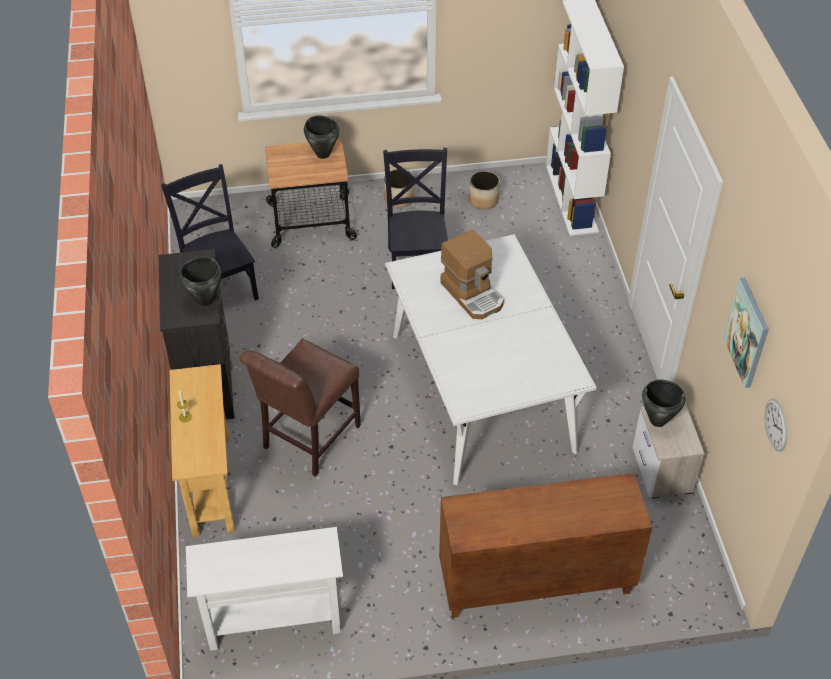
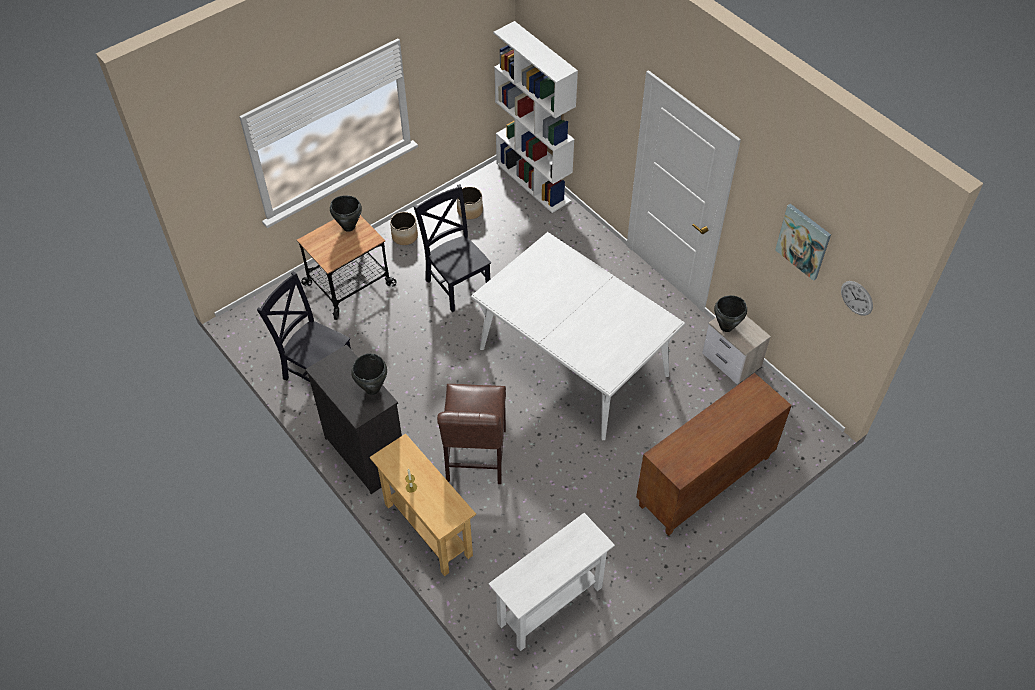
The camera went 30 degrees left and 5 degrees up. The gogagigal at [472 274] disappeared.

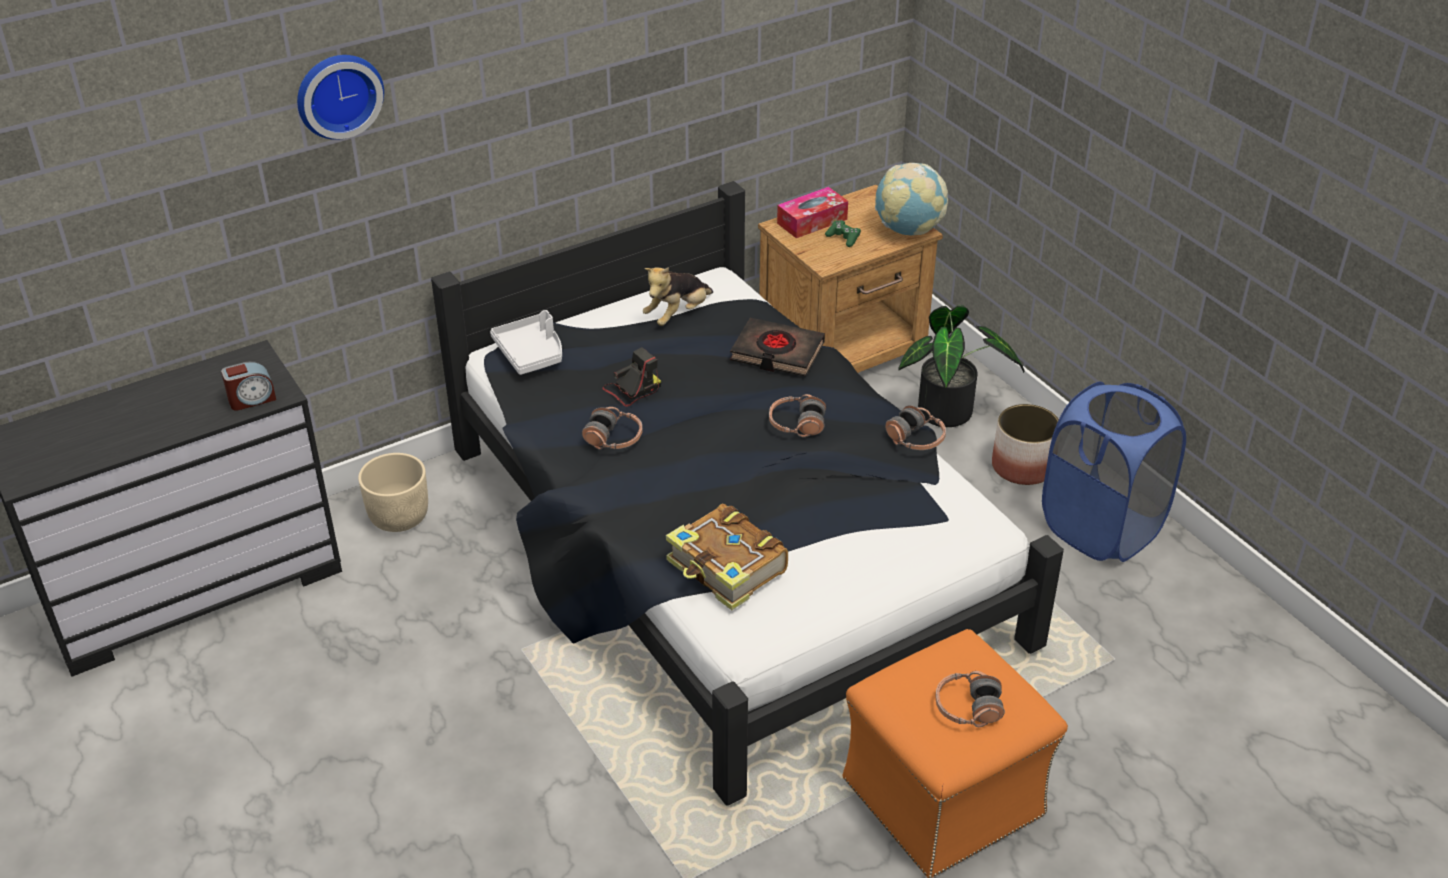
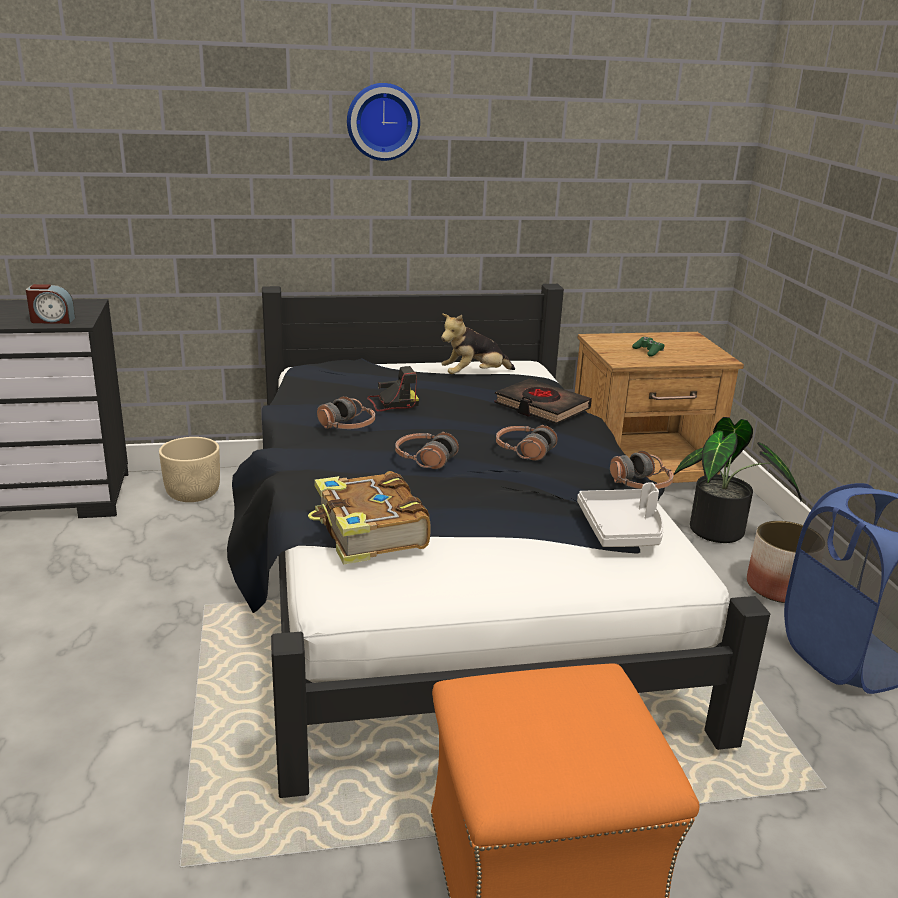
The camera went 20 degrees right and 15 degrees down. The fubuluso moved from [340 97] to [383 122]. The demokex at [911 199] disappeared. The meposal at [812 212] disappeared. The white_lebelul moved from [526 342] to [620 514]. The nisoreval moved from [970 699] to [427 450].

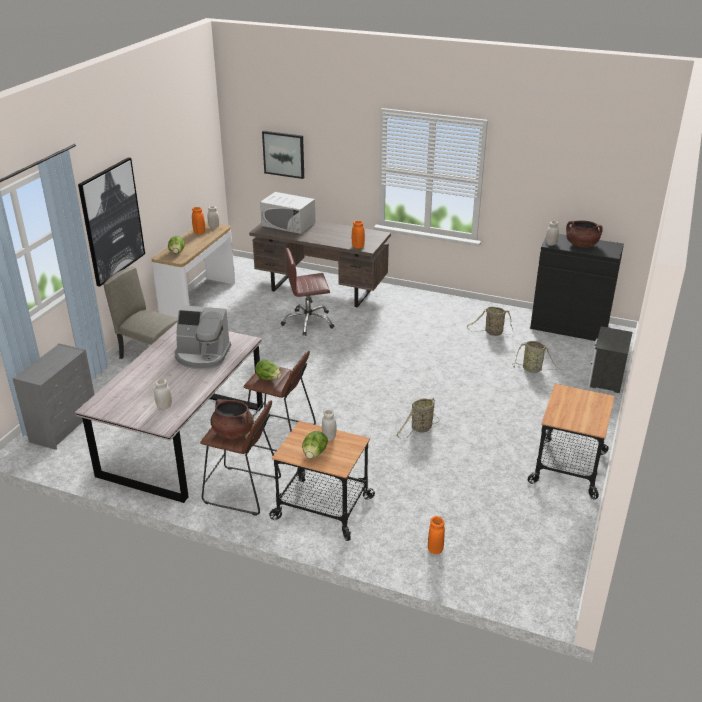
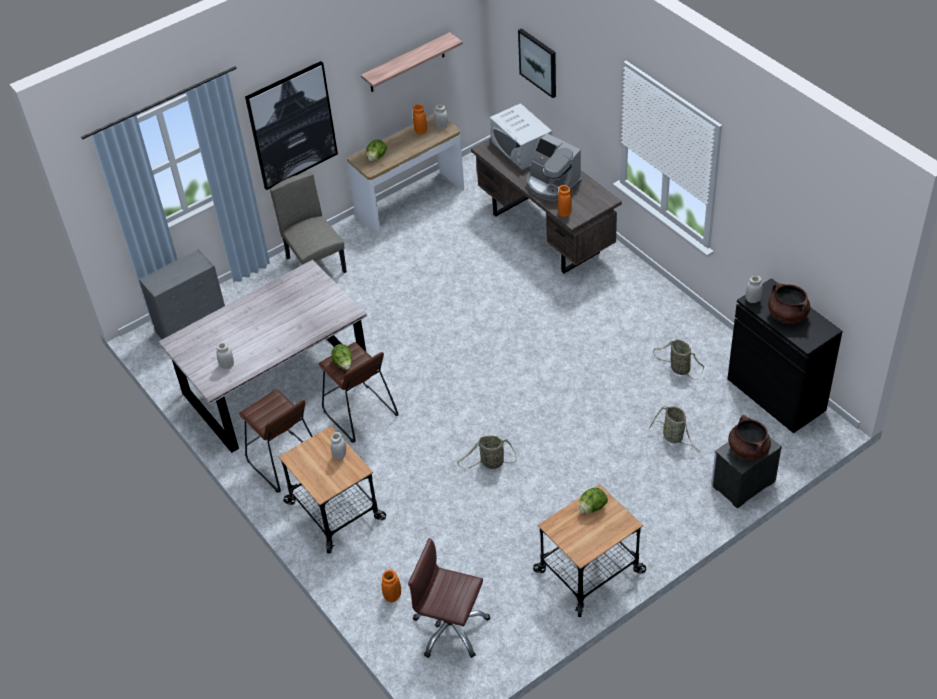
The camera went 35 degrees right and 15 degrees up. The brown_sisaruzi moved from [307 292] to [449 598]. The gogagigal moved from [203 337] to [554 167]. The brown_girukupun moved from [232 419] to [749 437]. The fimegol moved from [315 445] to [593 501]. The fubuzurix at [412 62] appeared.

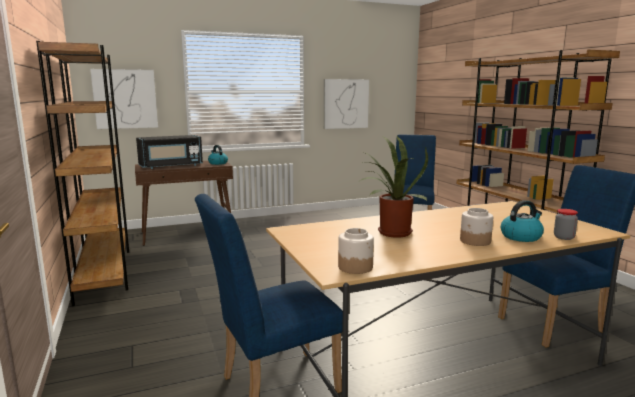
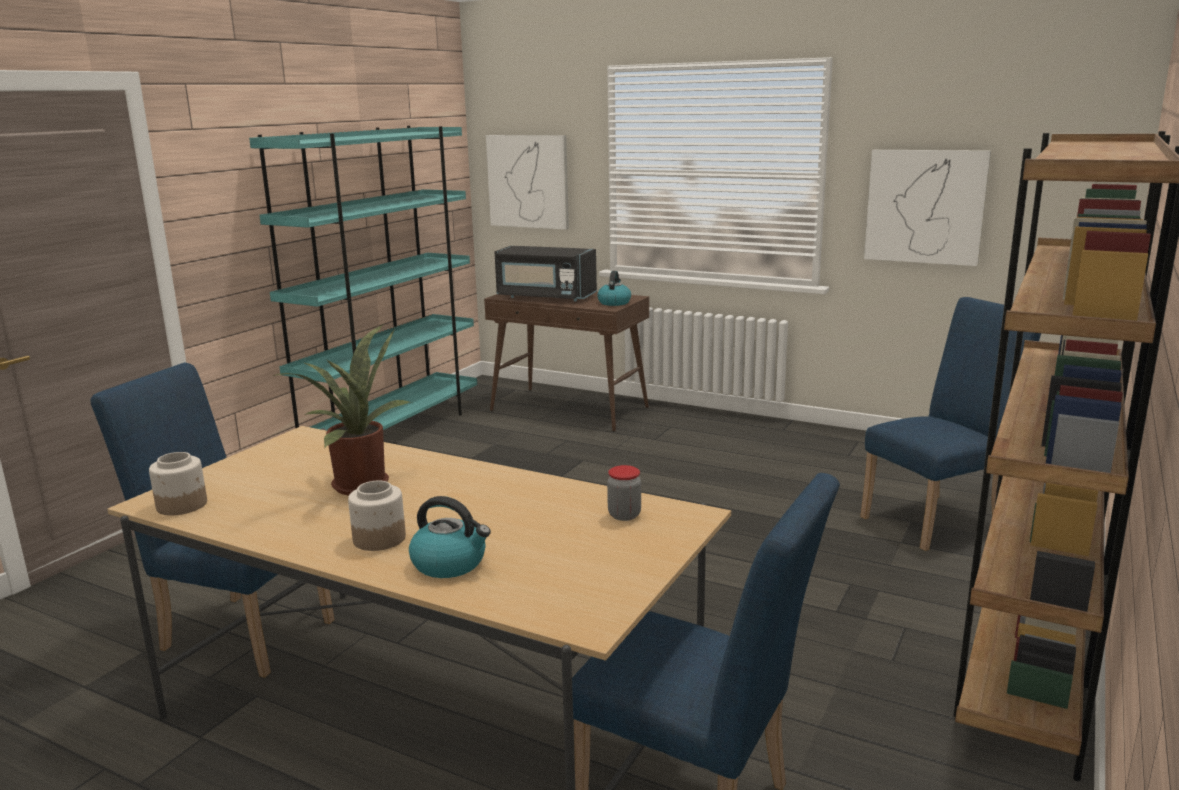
The camera went 50 degrees right and 5 degrees up. The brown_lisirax at [82 173] became the turquoise_lisirax at [363 278]. The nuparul moved from [566 224] to [624 493].

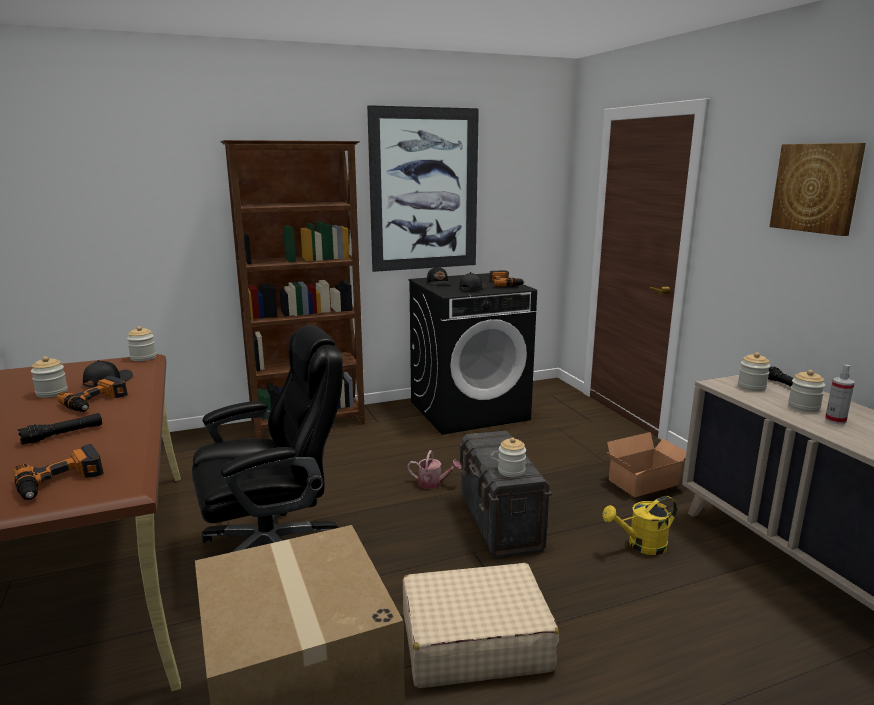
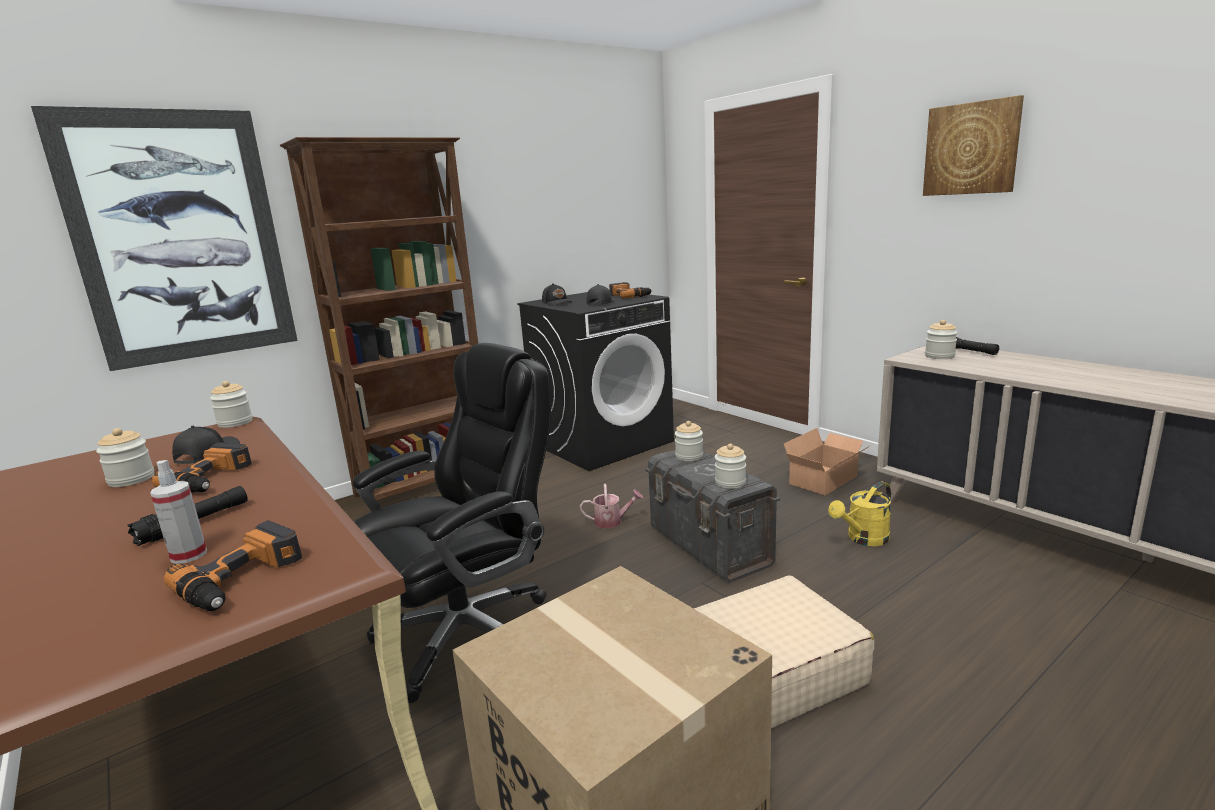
The camera went 15 degrees left and 0 degrees up. The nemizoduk moved from [423 188] to [164 238]. The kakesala moved from [840 394] to [178 512]. The nuparul moved from [806 391] to [689 441].

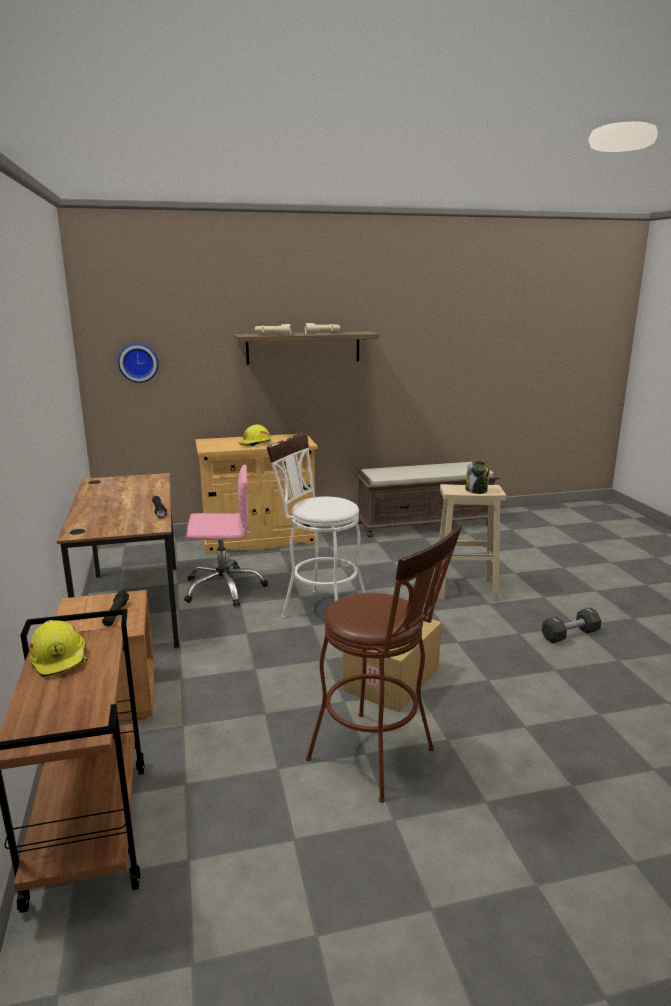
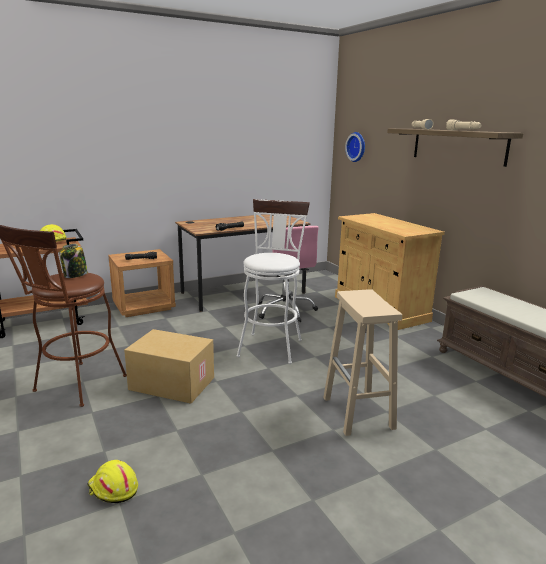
The camera went 75 degrees right and 0 degrees up. The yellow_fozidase moved from [255 435] to [112 481]. The nuparul moved from [477 477] to [73 261]. The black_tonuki at [572 625] disappeared.

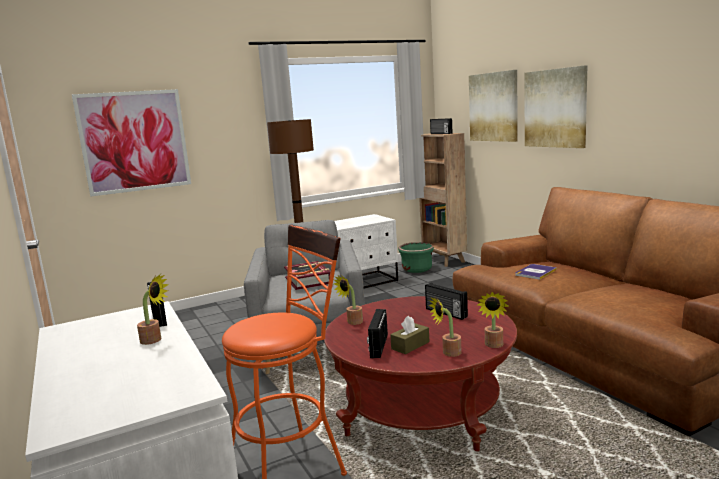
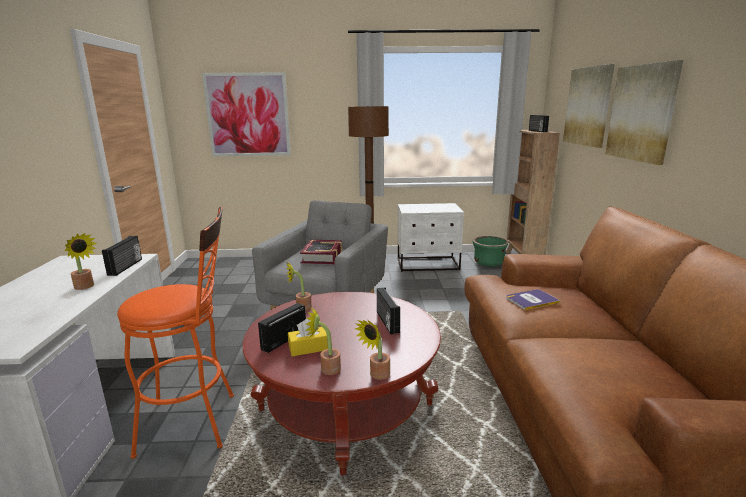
The camera went 25 degrees right and 5 degrees up. The brown_meposal at [409 335] became the yellow_meposal at [308 337].

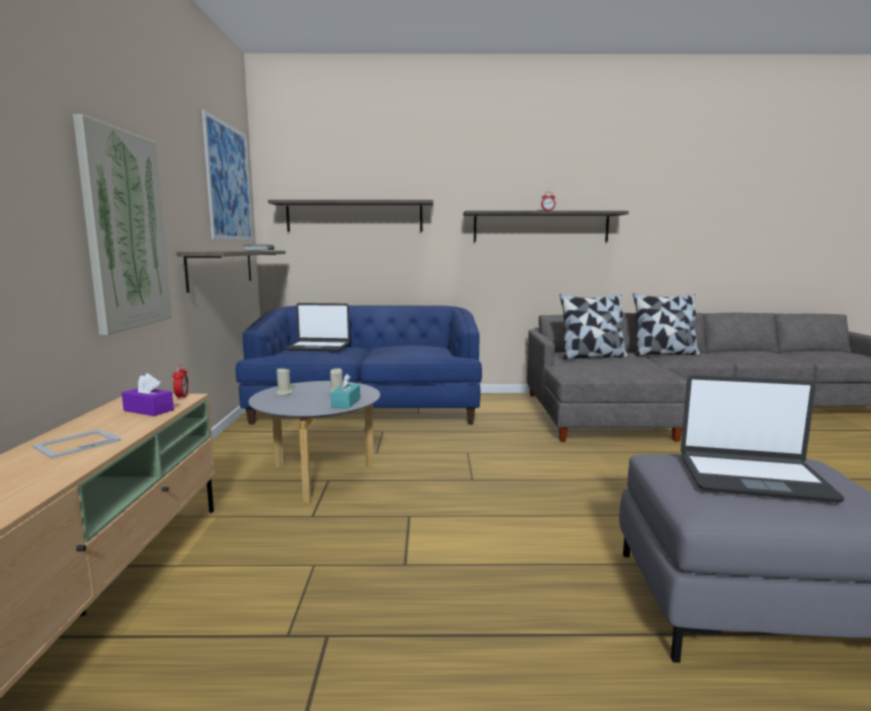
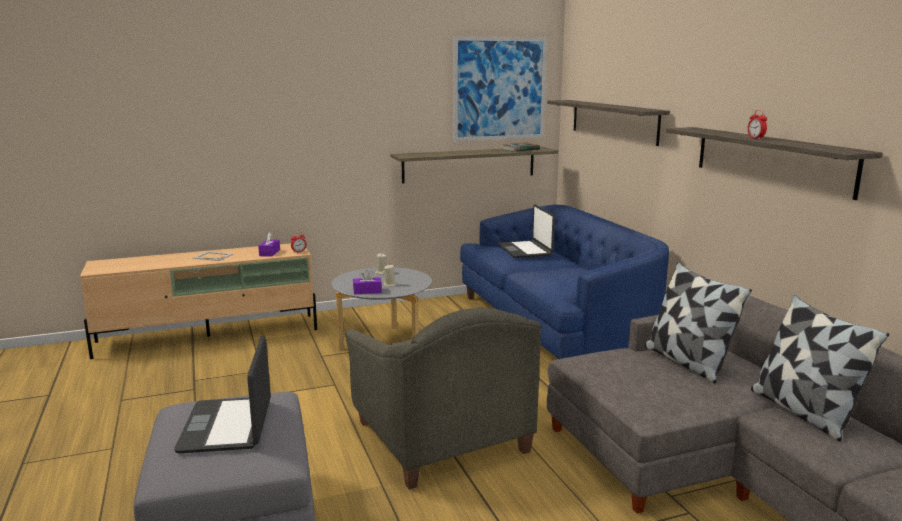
The camera went 70 degrees right and 5 degrees up. The nemizoduk at [122 224] disappeared. The turquoise_meposal at [345 391] became the purple_meposal at [367 282]. The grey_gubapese at [443 399] appeared.

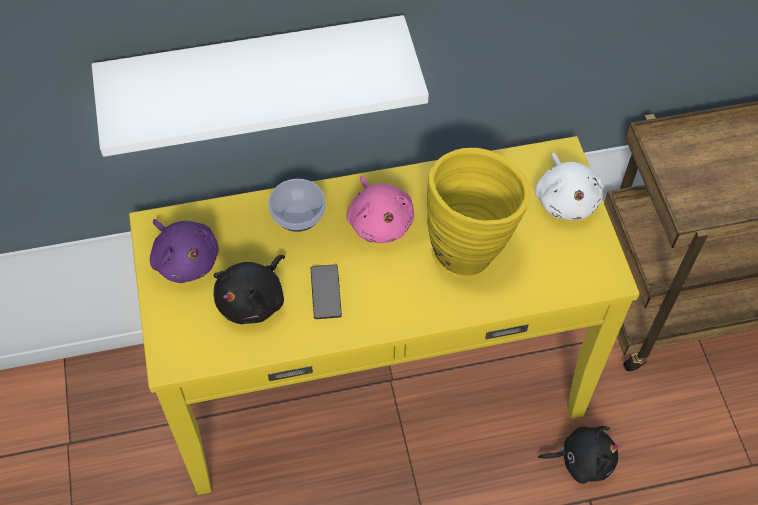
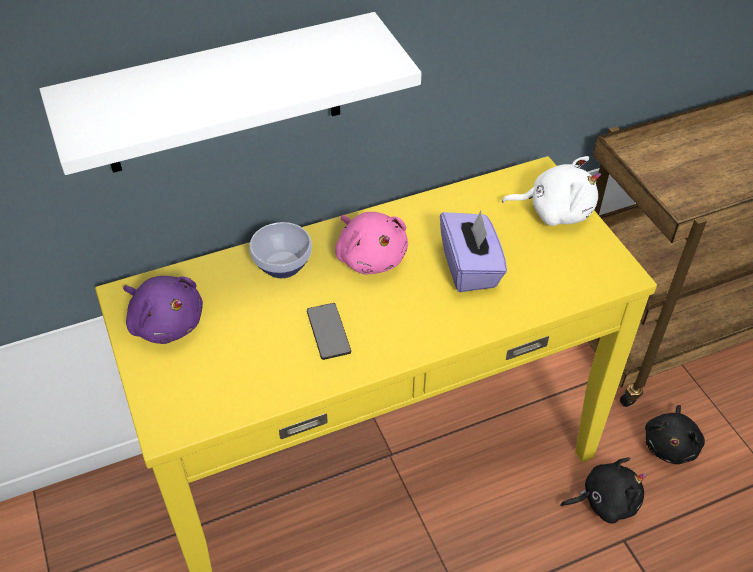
The camera went 10 degrees left and 10 degrees down. The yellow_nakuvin at [478 213] was replaced by the purple_meposal at [473 251]. The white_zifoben at [569 186] turned 60 degrees counterclockwise. The black_zifoben moved from [249 289] to [675 434].

